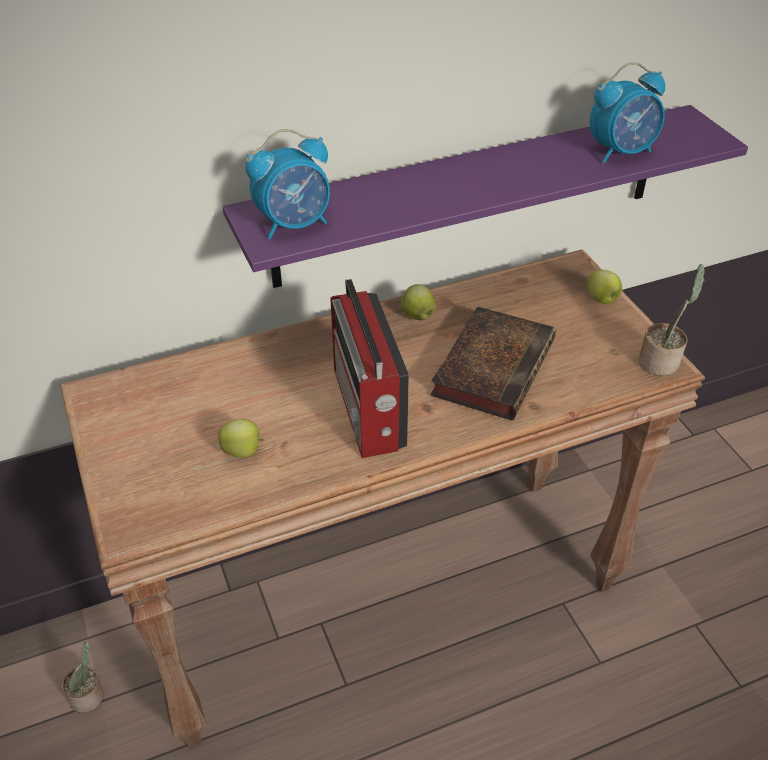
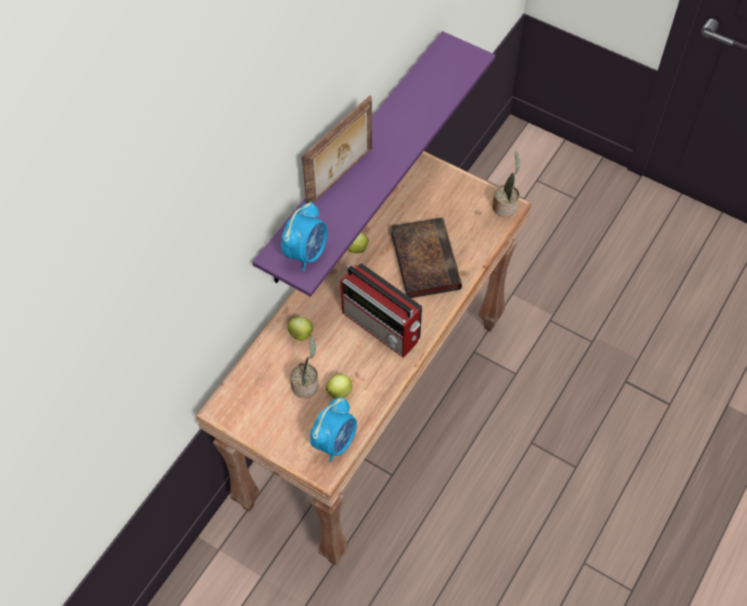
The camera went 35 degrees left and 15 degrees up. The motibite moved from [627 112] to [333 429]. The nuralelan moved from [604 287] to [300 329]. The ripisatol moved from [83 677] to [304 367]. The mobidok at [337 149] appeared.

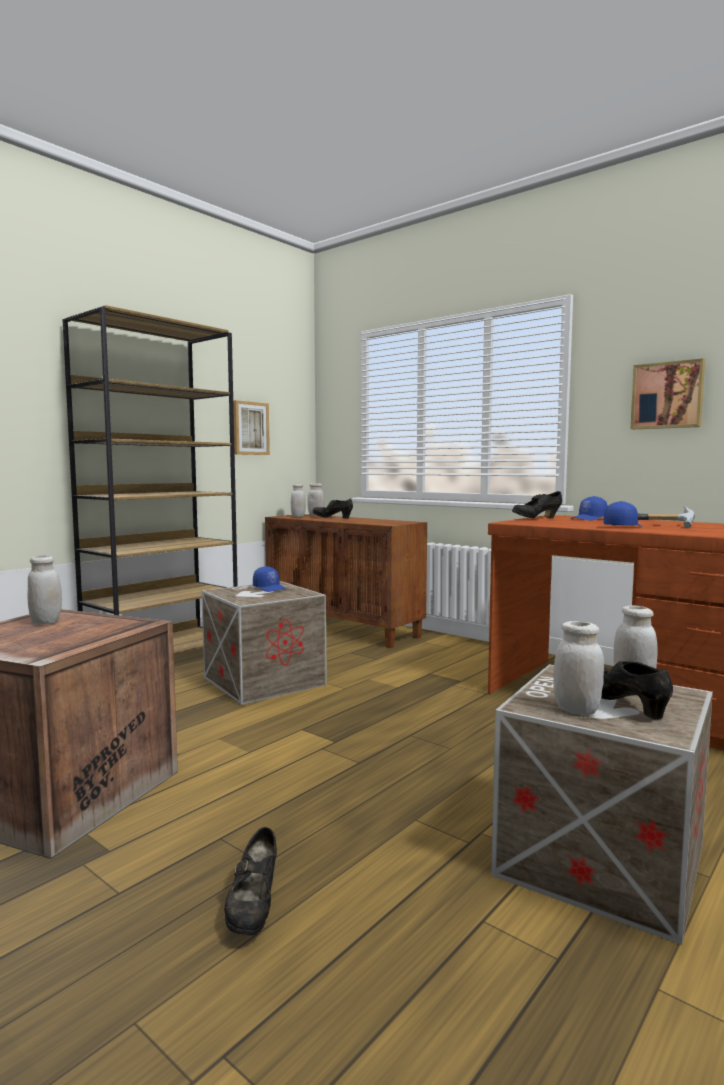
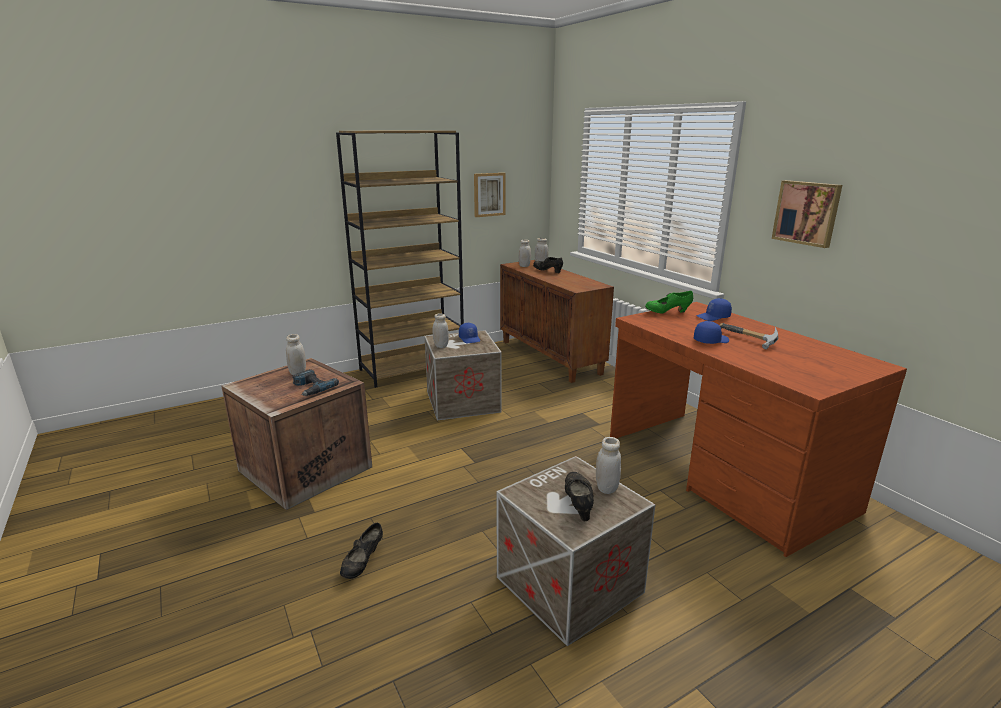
The camera went 20 degrees right and 15 degrees up. The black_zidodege at [537 505] became the green_zidodege at [669 302]. The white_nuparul moved from [578 668] to [441 330]. The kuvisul at [315 382] appeared.

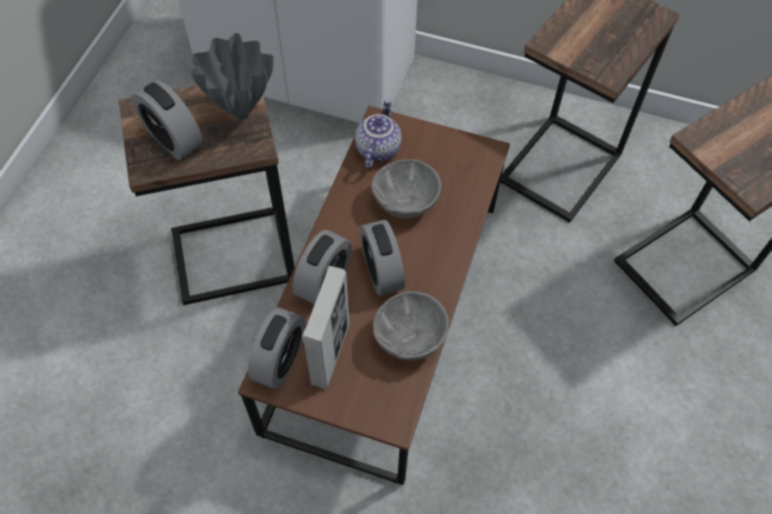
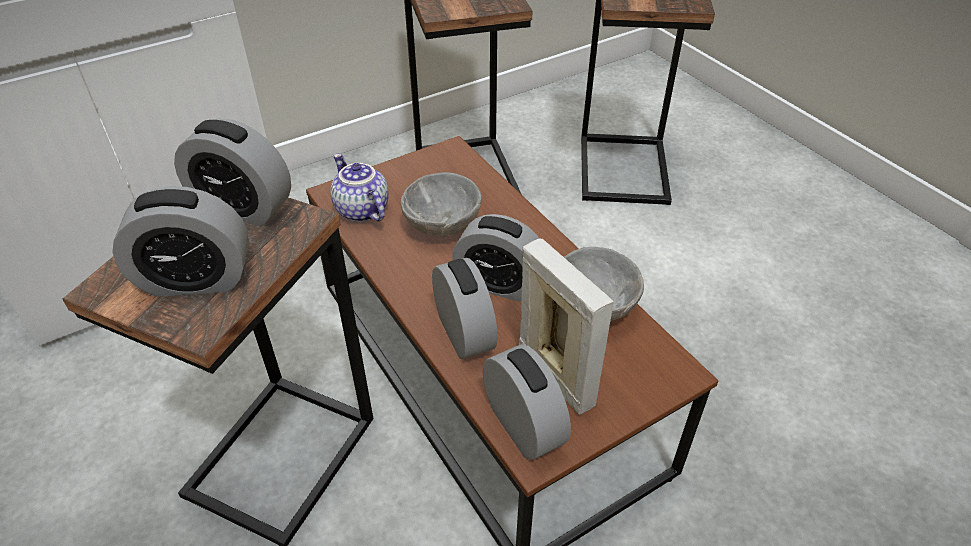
The camera went 50 degrees left and 15 degrees down. The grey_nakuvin at [232 76] was replaced by the motibite at [232 172].

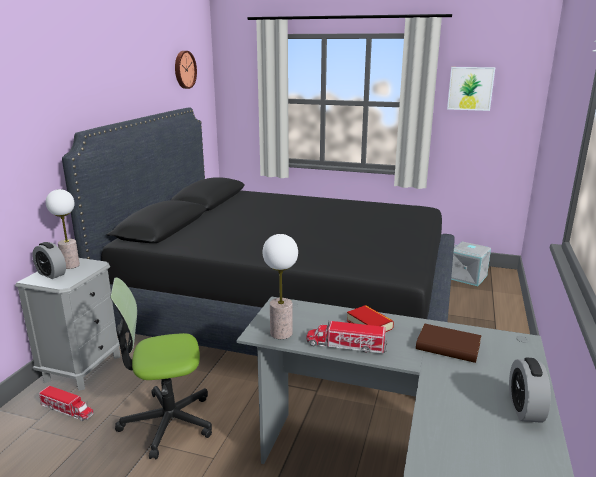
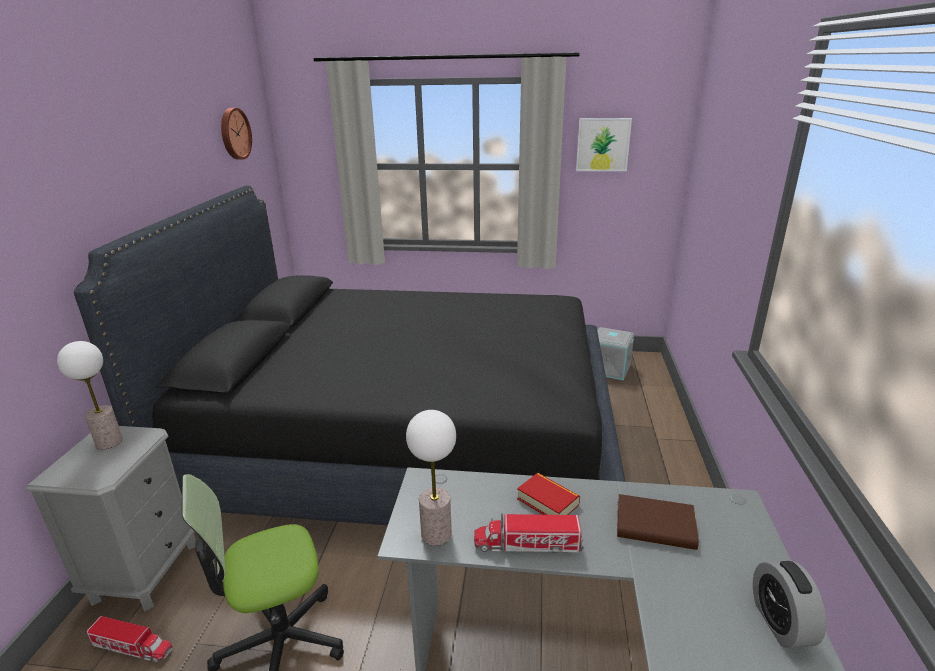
The camera went 10 degrees left and 5 degrees up. The motibite at [49 260] disappeared.

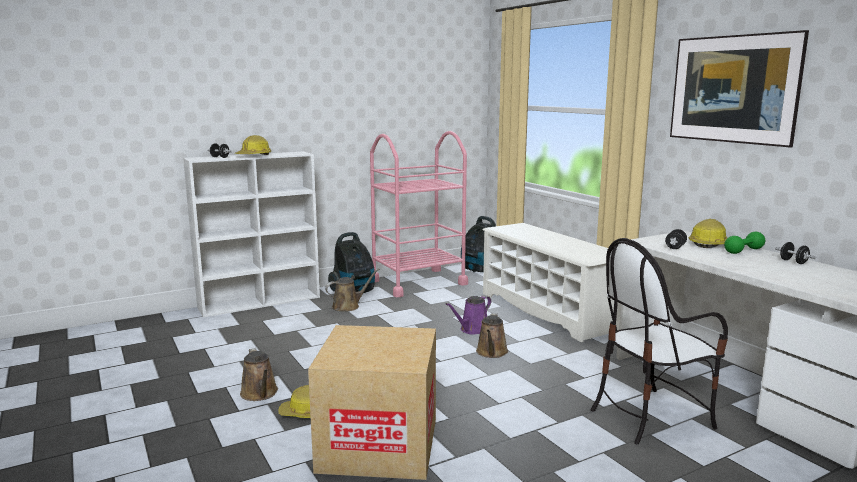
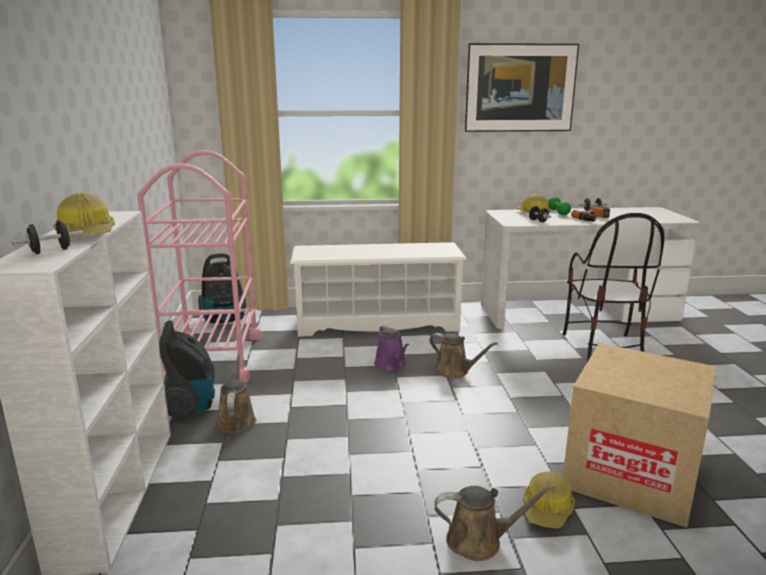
The camera went 65 degrees left and 5 degrees up. The kuvisul at [590 213] appeared.

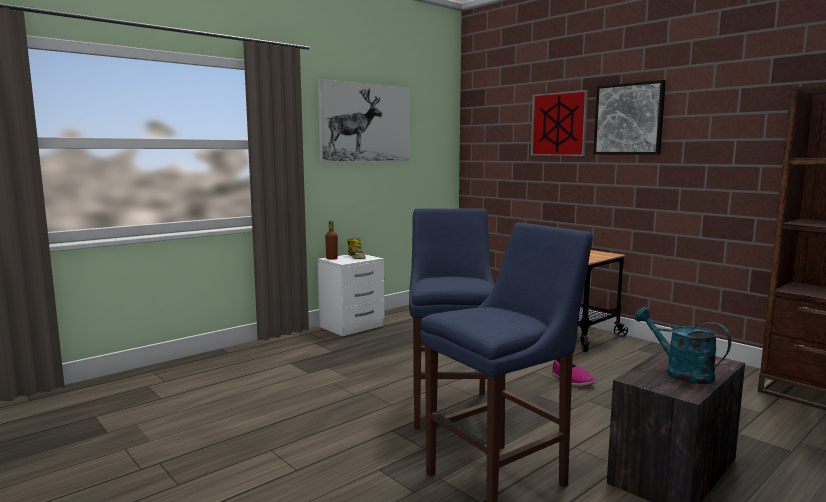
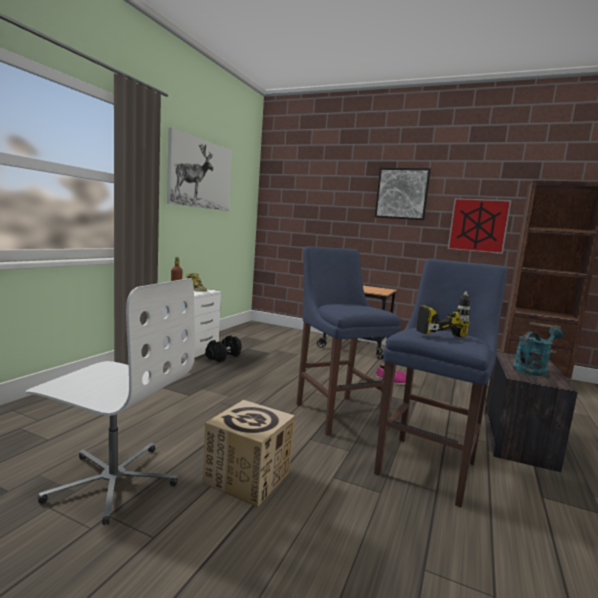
The camera went 25 degrees left and 0 degrees up. The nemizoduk moved from [559 123] to [479 226]. The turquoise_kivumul at [683 345] turned 120 degrees clockwise. The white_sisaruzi at [110 401] appeared. The kuvisul at [443 314] appeared. The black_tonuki at [223 348] appeared. The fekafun at [249 453] appeared.

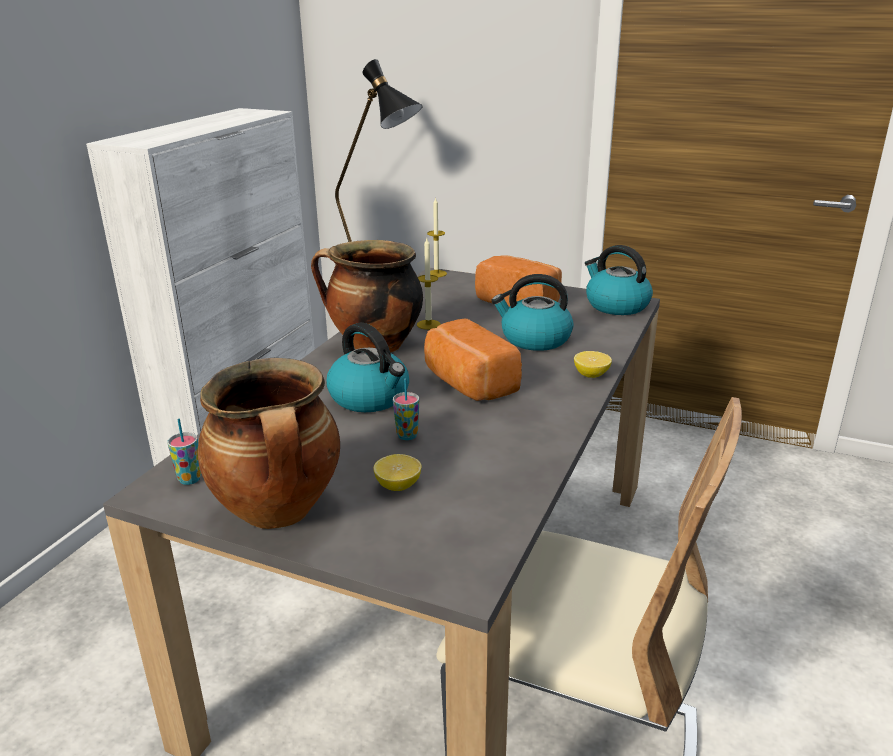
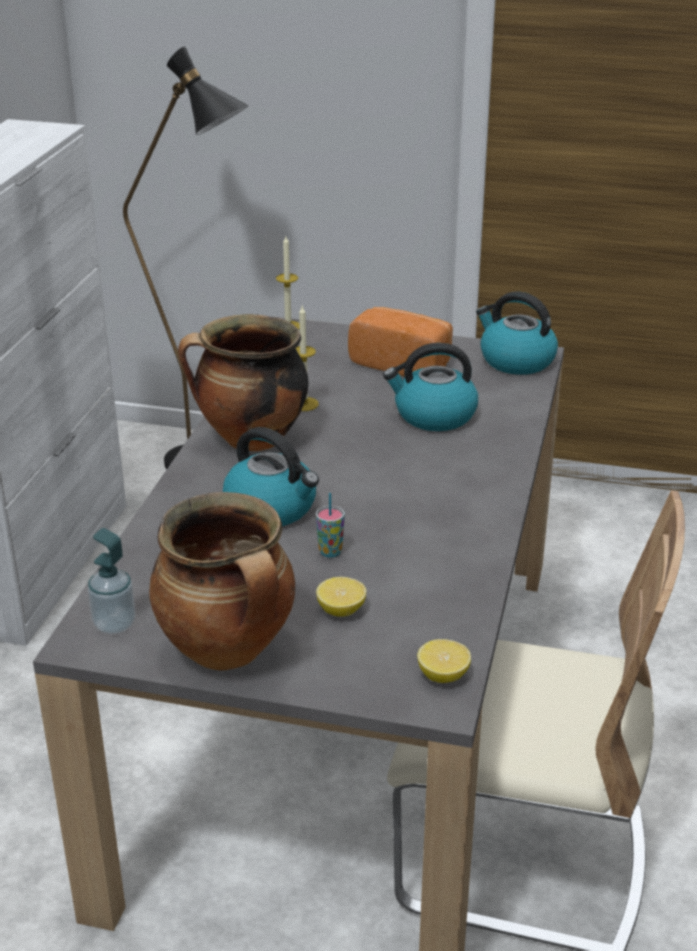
The camera went 10 degrees left and 5 degrees up. The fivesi at [473 360] disappeared. The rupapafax moved from [593 364] to [444 661]. The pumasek at [184 452] was replaced by the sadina at [111 581].

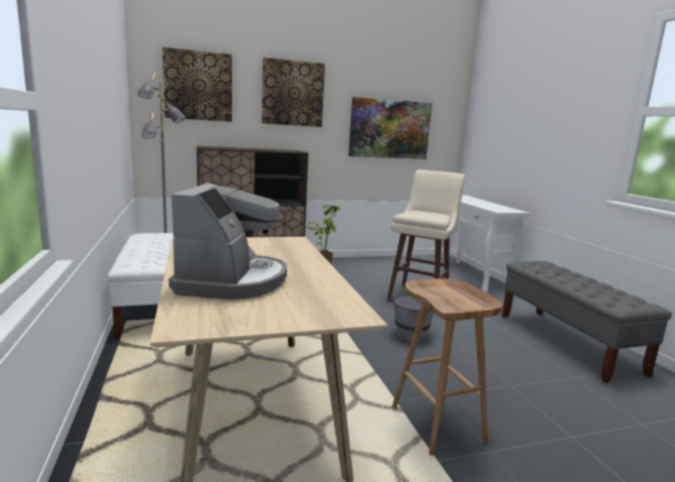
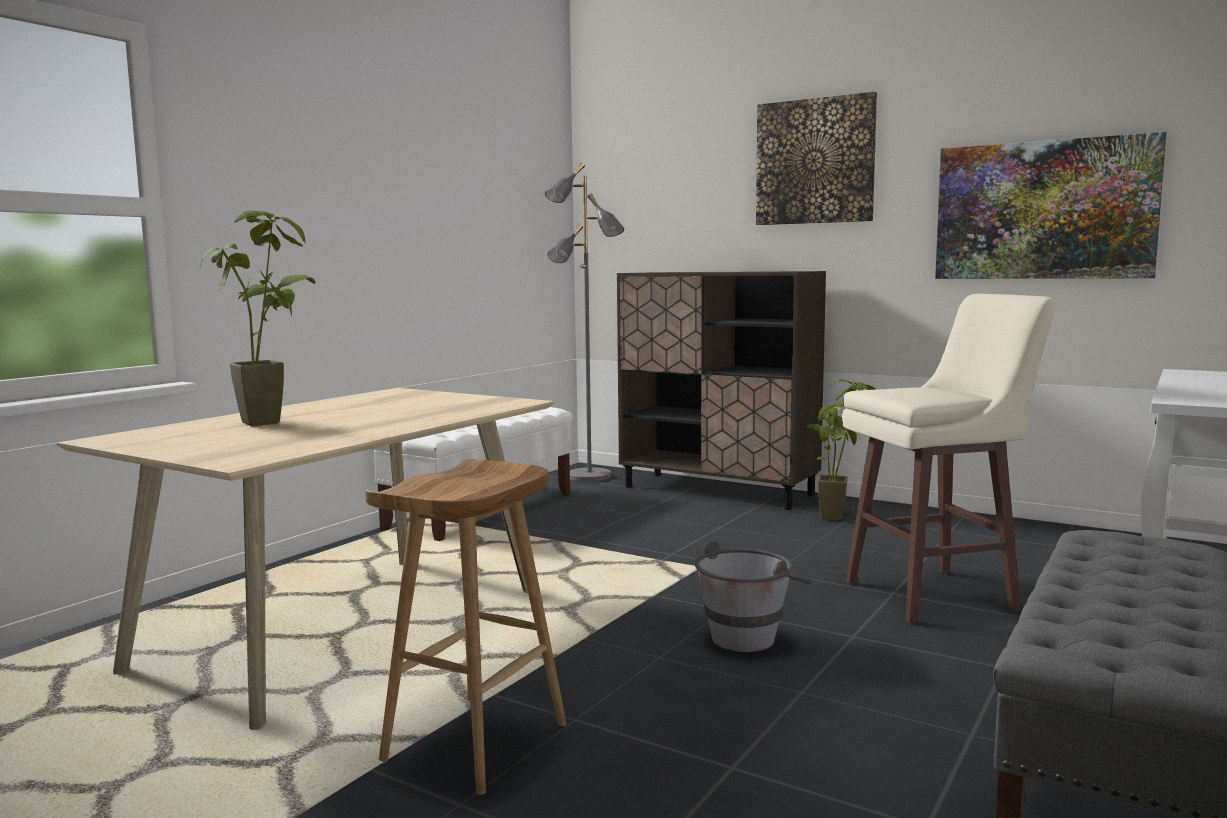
The camera went 50 degrees right and 5 degrees down. The nemizoduk at [197 84] disappeared. The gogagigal at [228 241] was replaced by the ripisatol at [257 318].

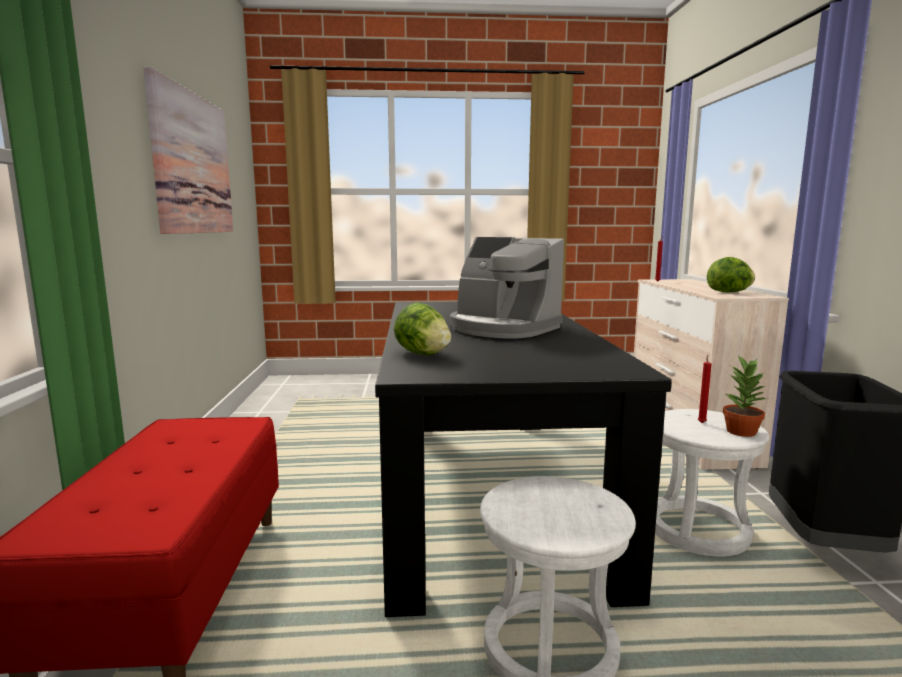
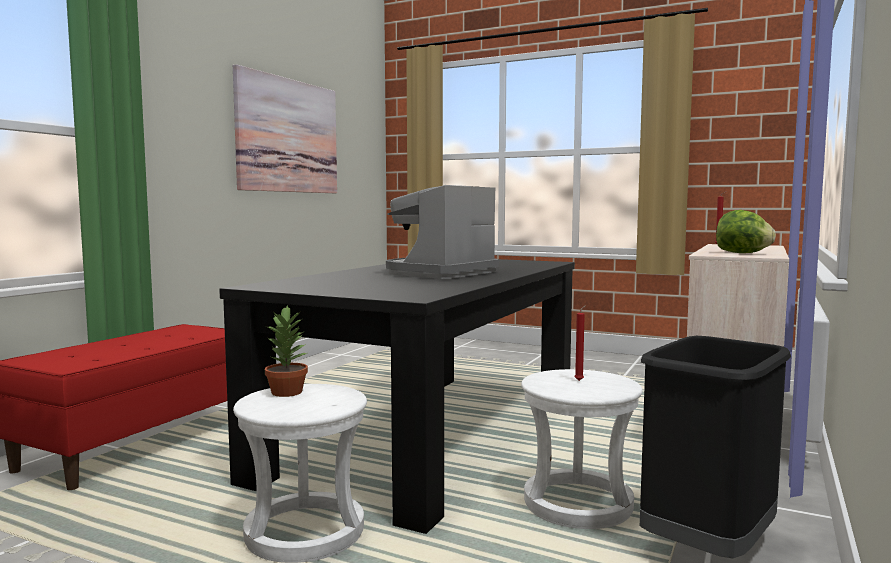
The camera went 30 degrees right and 5 degrees down. The gogagigal at [507 287] turned 60 degrees clockwise. The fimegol at [422 329] disappeared. The ripisatol moved from [746 396] to [286 351].

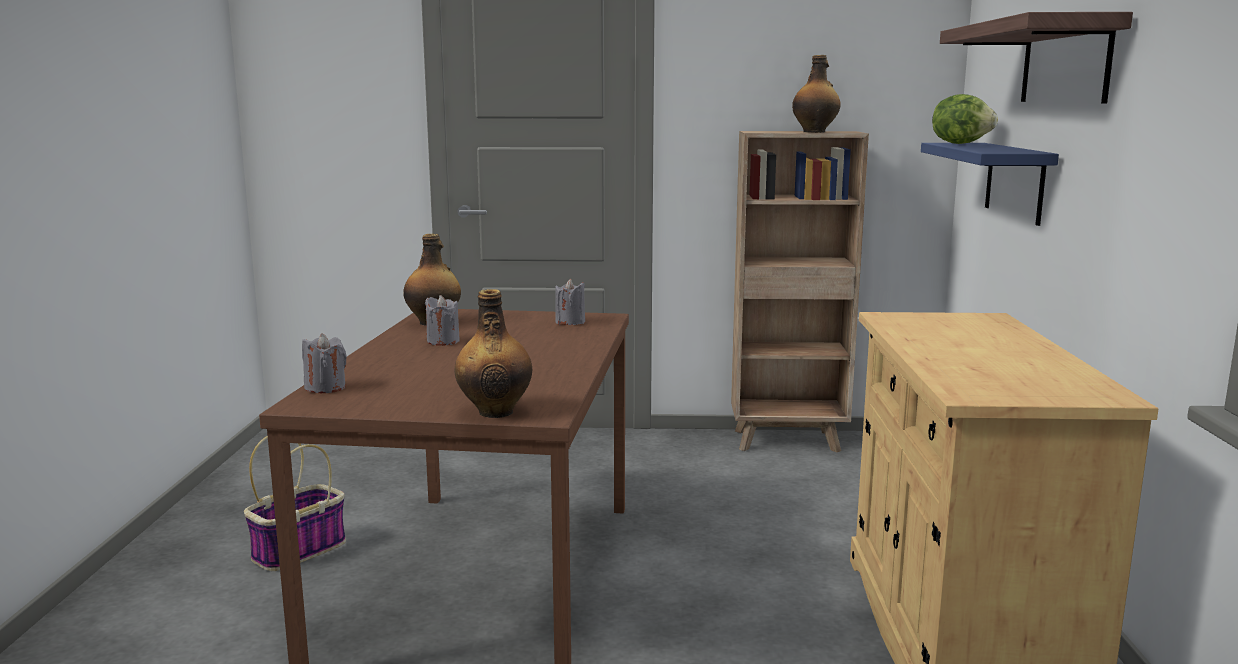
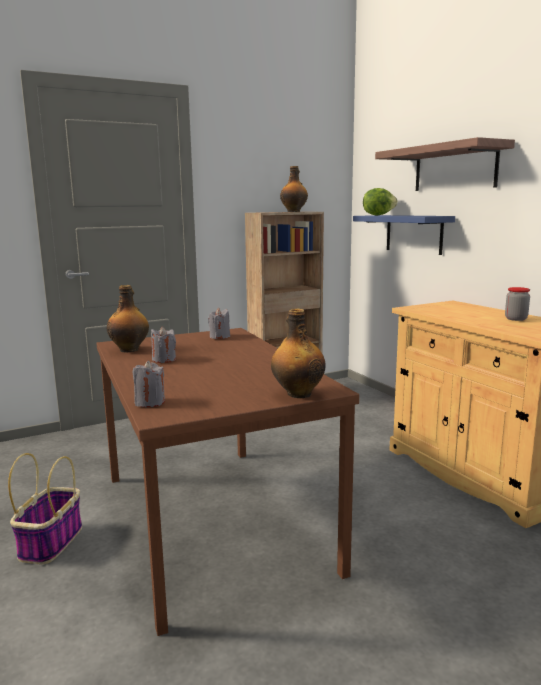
The camera went 30 degrees left and 0 degrees up. The nuparul at [517 304] appeared.

